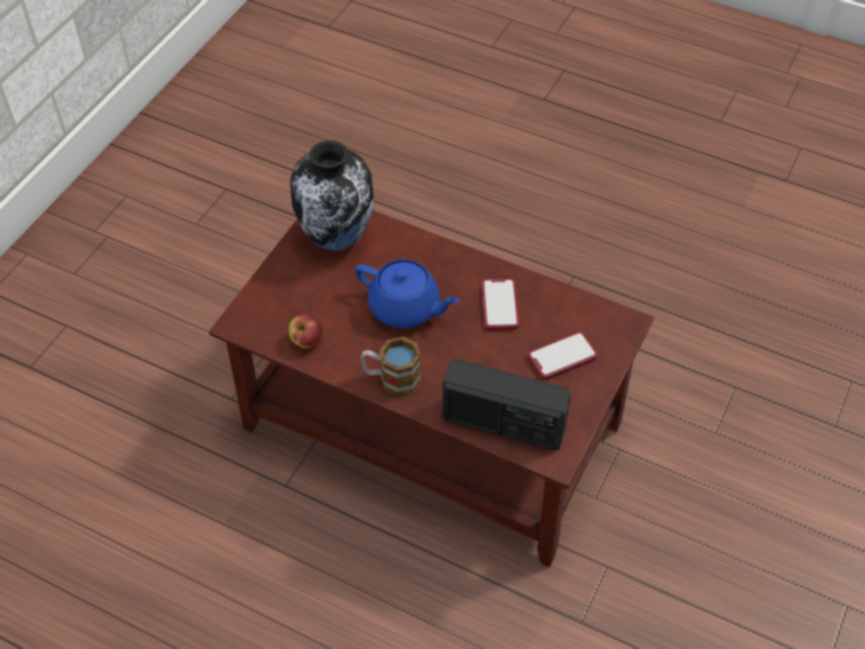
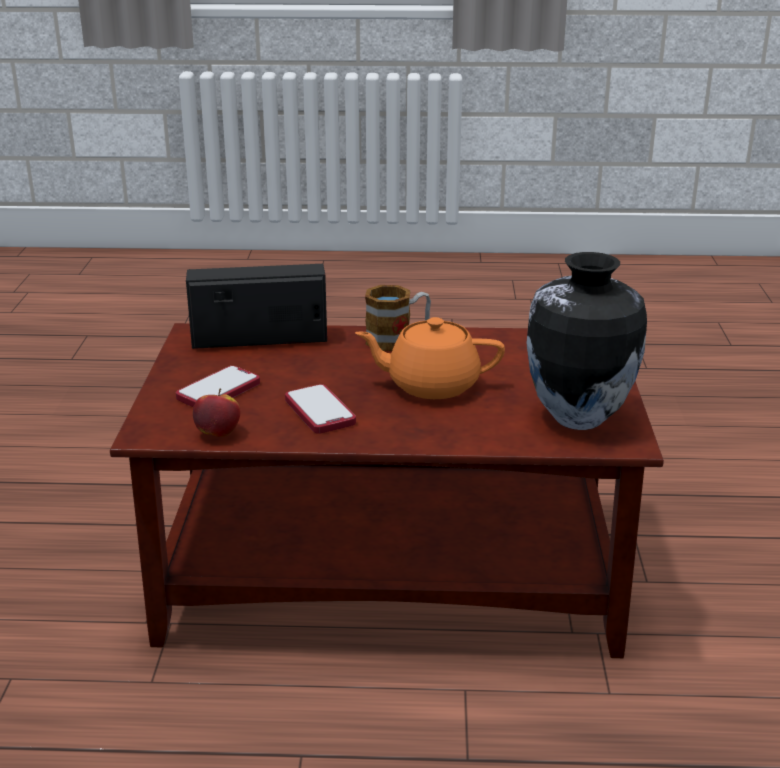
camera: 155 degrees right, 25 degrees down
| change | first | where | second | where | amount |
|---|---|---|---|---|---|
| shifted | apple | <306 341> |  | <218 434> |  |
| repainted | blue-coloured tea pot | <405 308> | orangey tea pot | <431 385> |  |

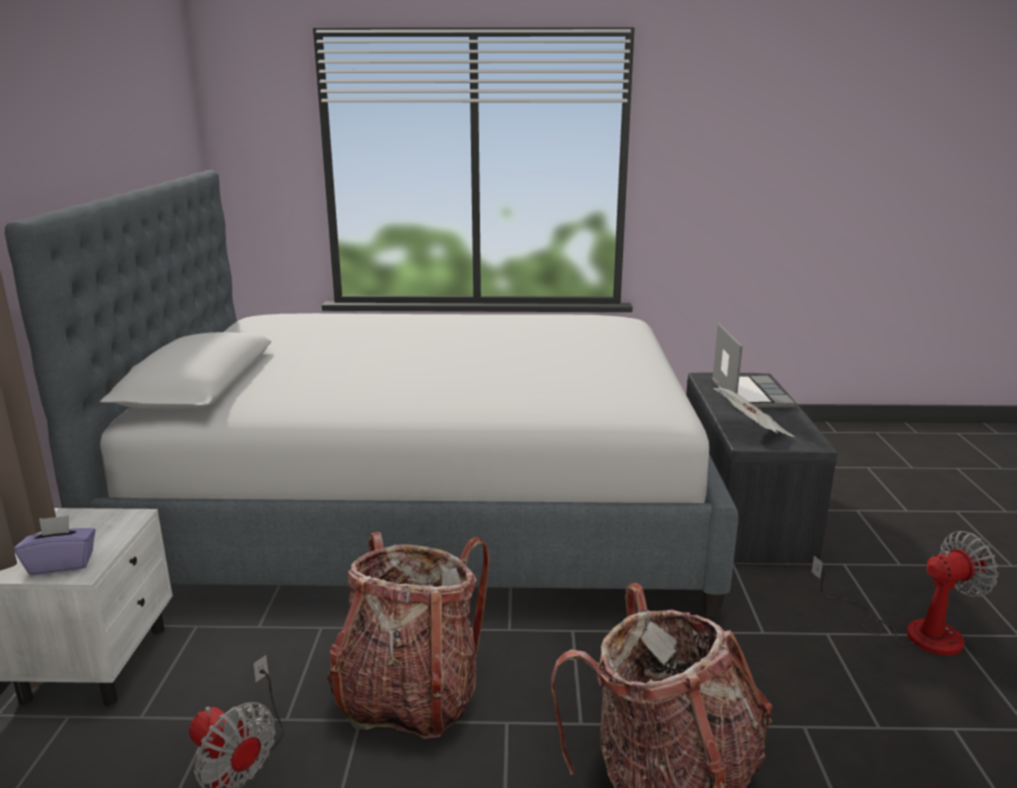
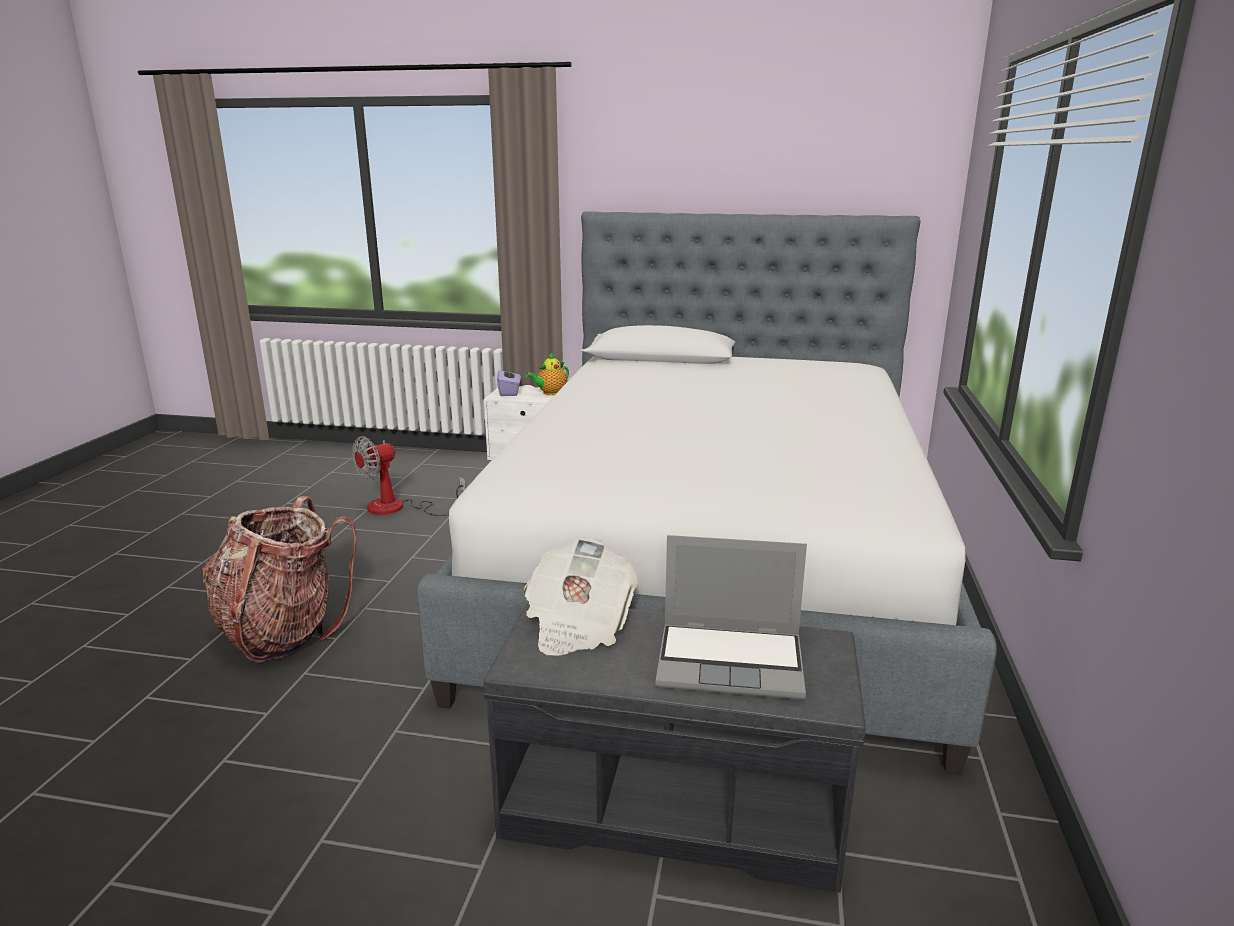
camera: 100 degrees right, 0 degrees up
| change | first | where | second | where | amount |
|---|---|---|---|---|---|
| gone | backpack | <409 696> |  |  |  |
| gone | electric fan | <912 631> |  |  |  |
| new |  |  | tea pot | <550 393> |  |

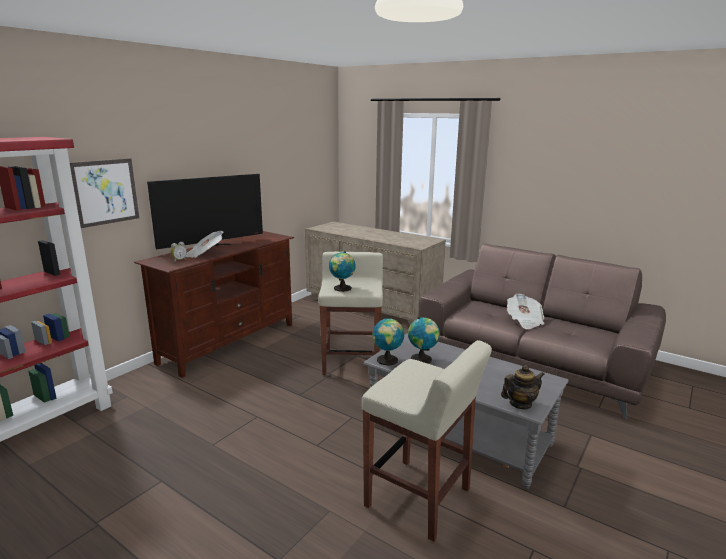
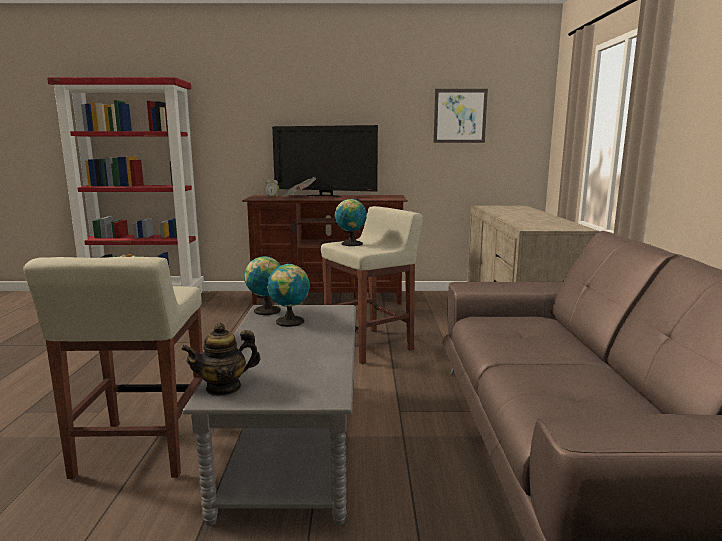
camera: 55 degrees right, 5 degrees down
| change | first | where | second | where | amount |
|---|---|---|---|---|---|
| gone | daily paper | <524 321> |  |  |  |
| shifted | wall picture | <105 192> |  | <460 116> |  |
| rotated | tea pot | <520 404> |  | <224 387> | 120 degrees clockwise |

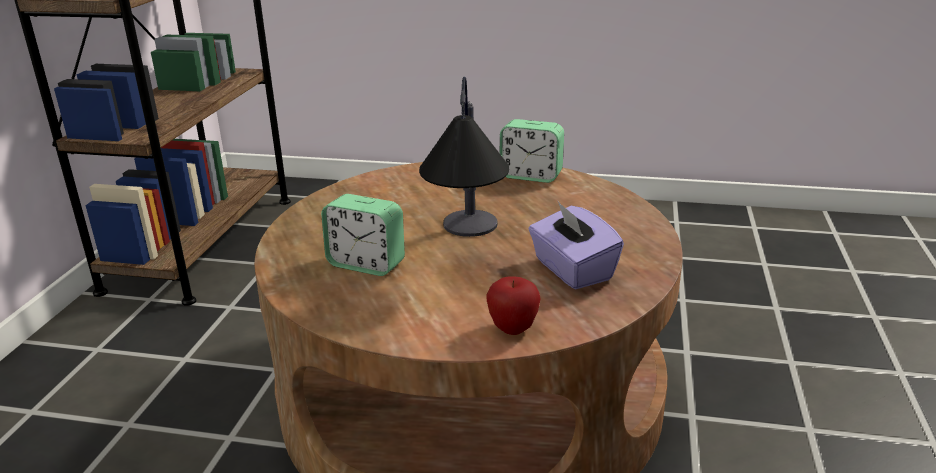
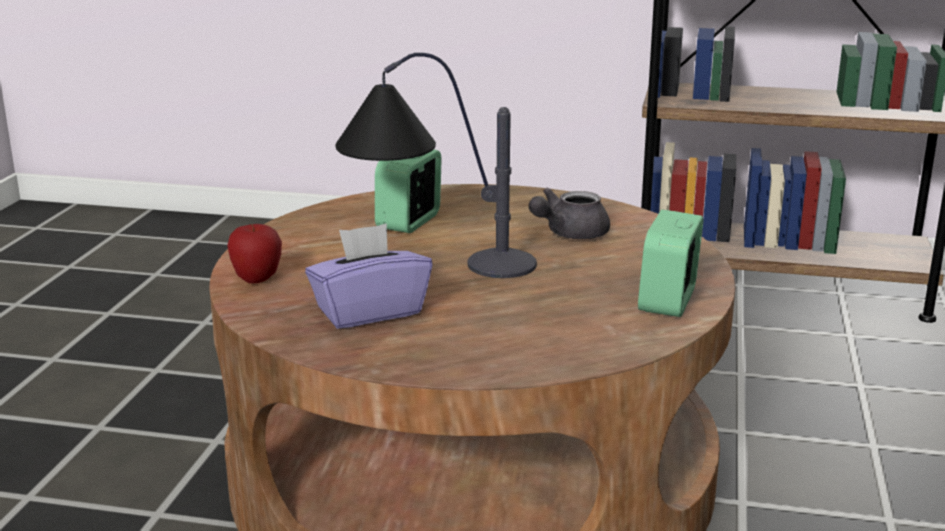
camera: 90 degrees right, 5 degrees down
| change | first | where | second | where | amount |
|---|---|---|---|---|---|
| new |  |  | greyish tea pot | <569 234> |  |

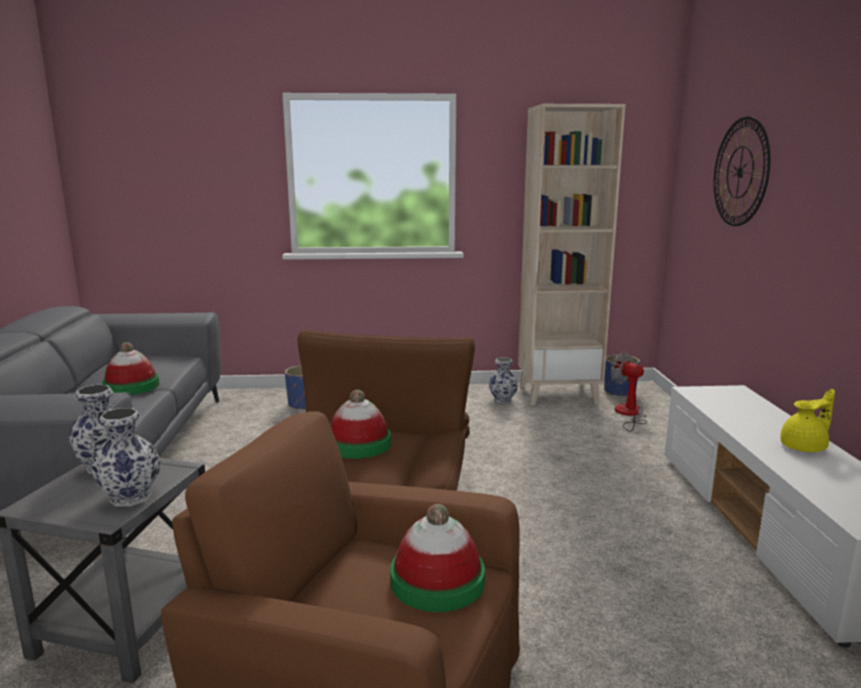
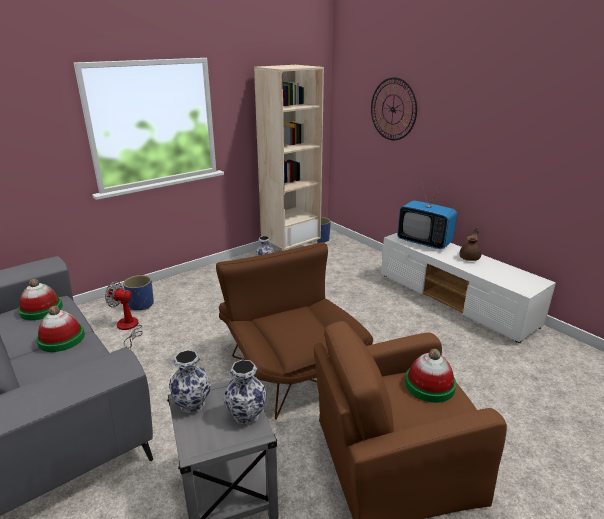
camera: 35 degrees left, 10 degrees up
| change | first | where | second | where | amount |
|---|---|---|---|---|---|
| new |  |  | TV set | <424 242> |  |
| shifted | wearable hat | <358 444> |  | <41 309> |  |
| shifted | electric fan | <629 414> |  | <128 328> |  |
| repainted | yellow tea pot | <805 447> | brown-coloured tea pot | <470 258> |  |

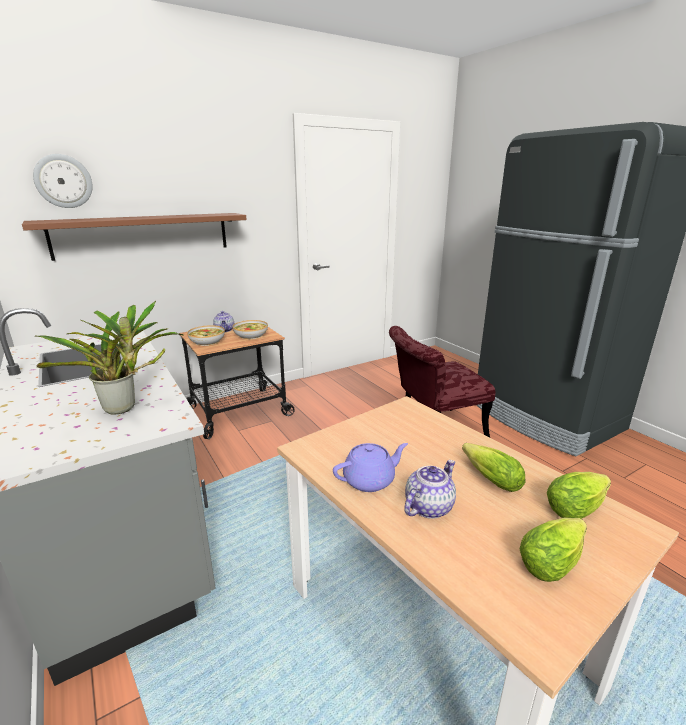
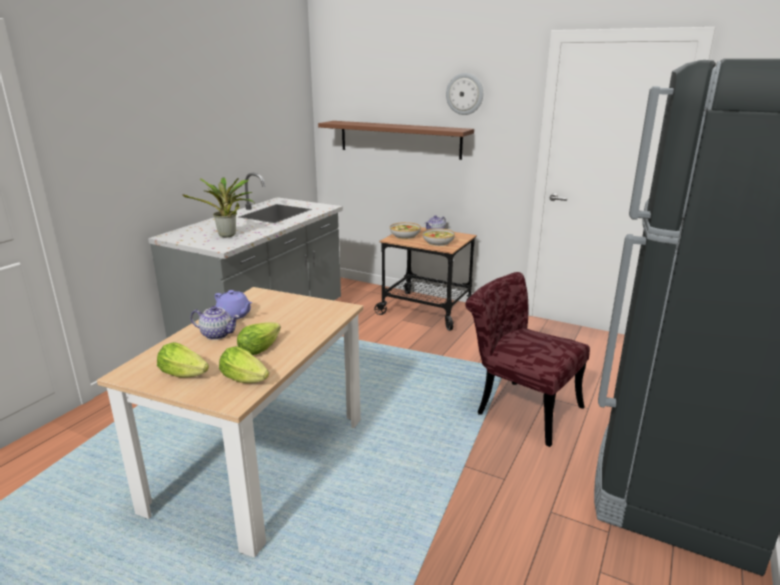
camera: 60 degrees right, 0 degrees up
| change | first | where | second | where | amount |
|---|---|---|---|---|---|
| shifted | hanging clock | <63 181> |  | <465 94> |  |

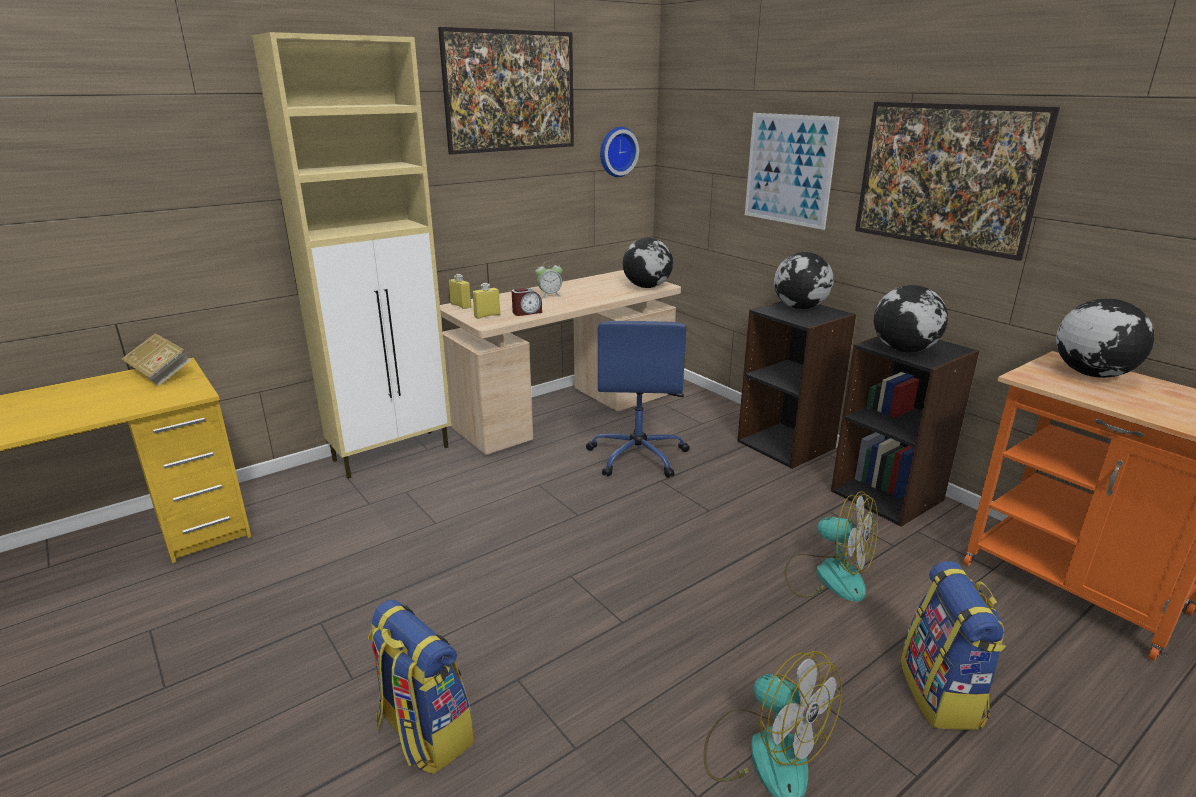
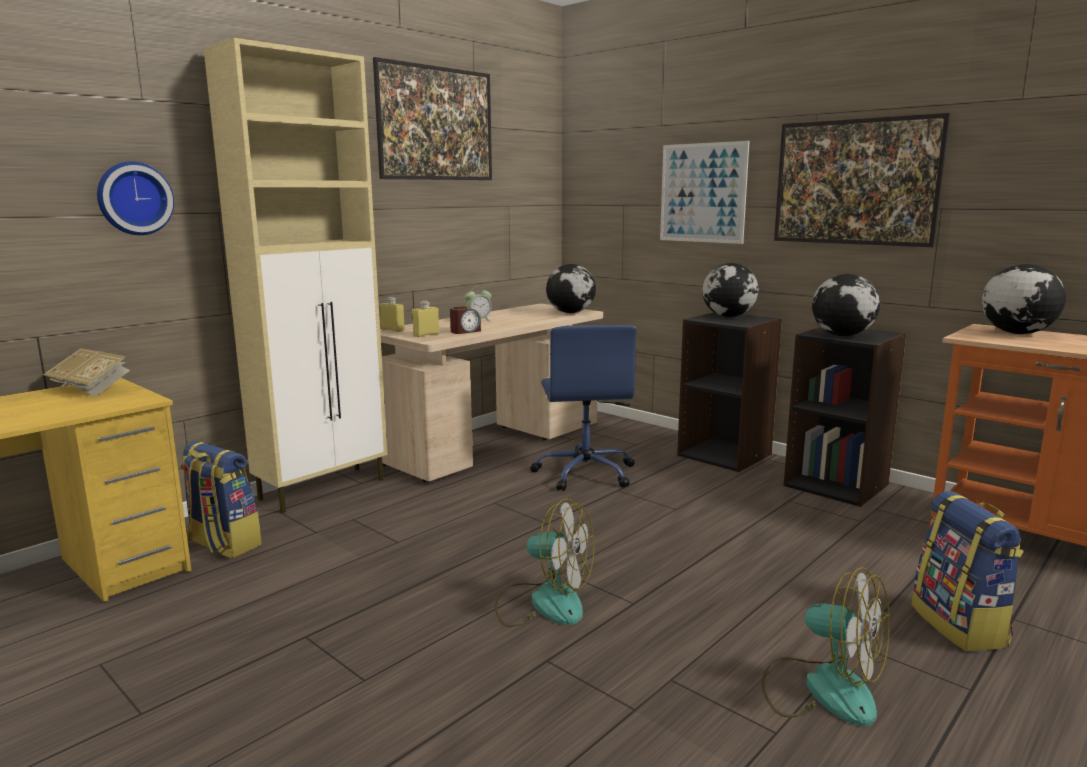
camera: 10 degrees left, 10 degrees down
| change | first | where | second | where | amount |
|---|---|---|---|---|---|
| shifted | backpack | <423 733> |  | <222 544> |  |
| shifted | hanging clock | <616 151> |  | <134 198> |  |
| shifted | electric fan | <827 576> |  | <543 603> |  |

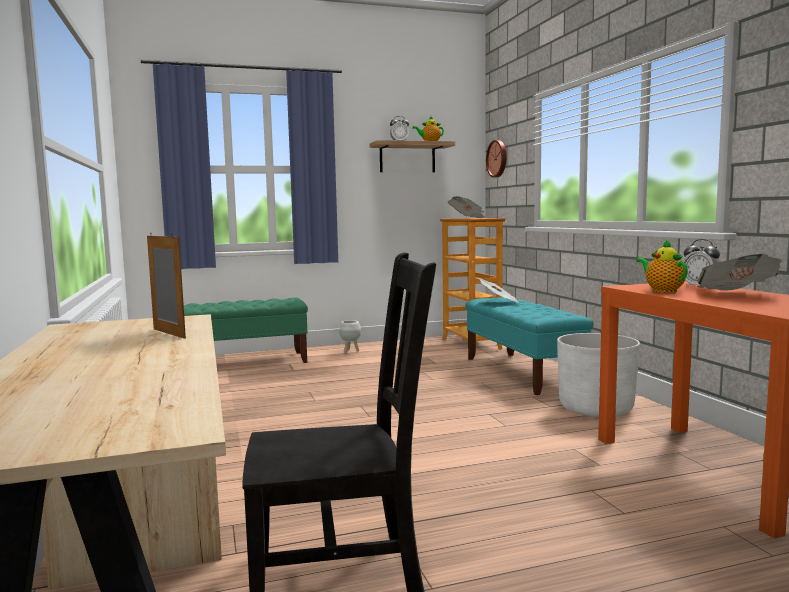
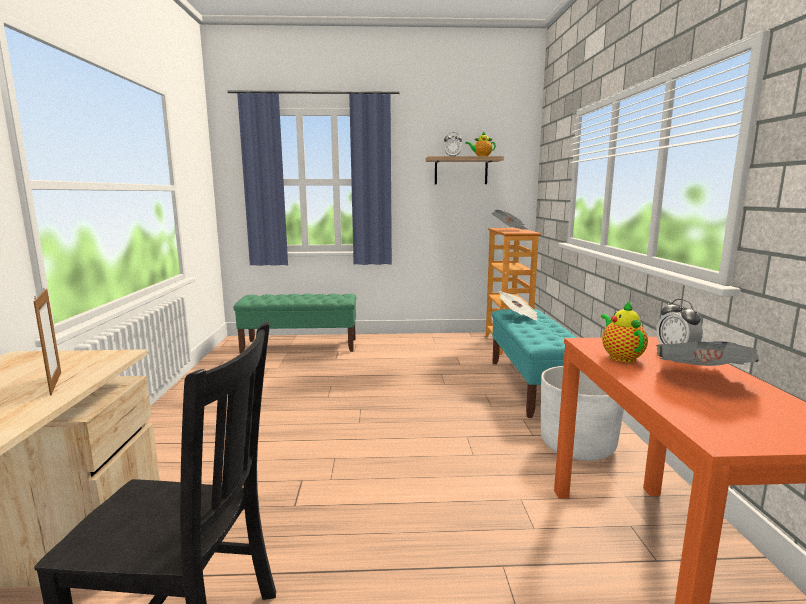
camera: 15 degrees right, 5 degrees up
| change | first | where | second | where | amount |
|---|---|---|---|---|---|
| gone | white-coloured plant pot | <350 351> |  |  |  |
| gone | hanging clock | <498 158> |  |  |  |

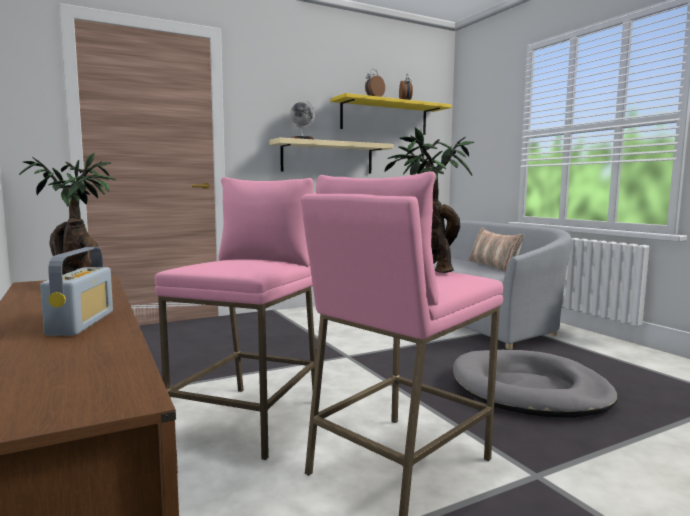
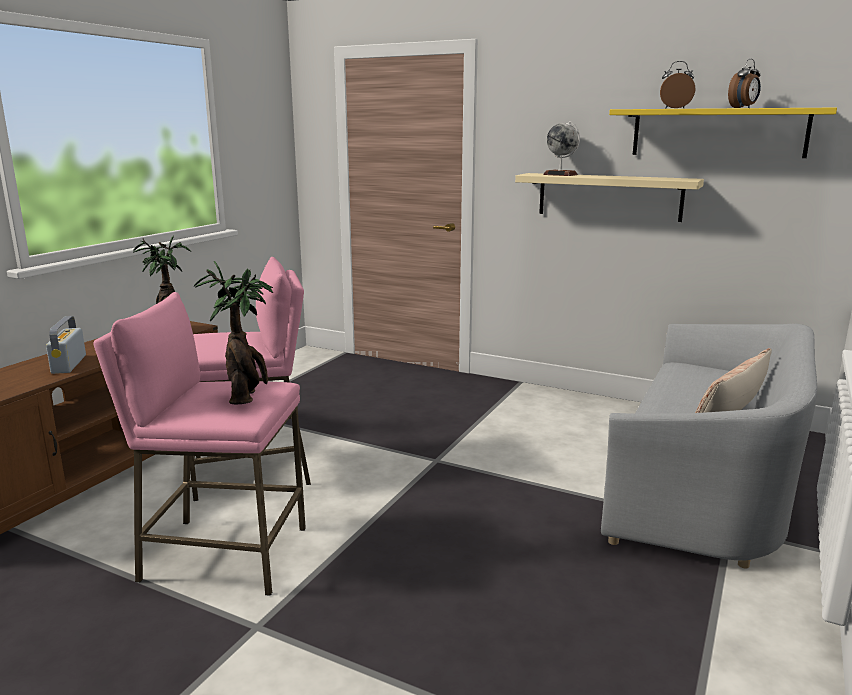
camera: 55 degrees right, 10 degrees up
| change | first | where | second | where | amount |
|---|---|---|---|---|---|
| gone | greyish dog bed | <529 390> |  |  |  |
| rotated | radio receiver | <81 323> |  | <69 364> | 120 degrees clockwise |

